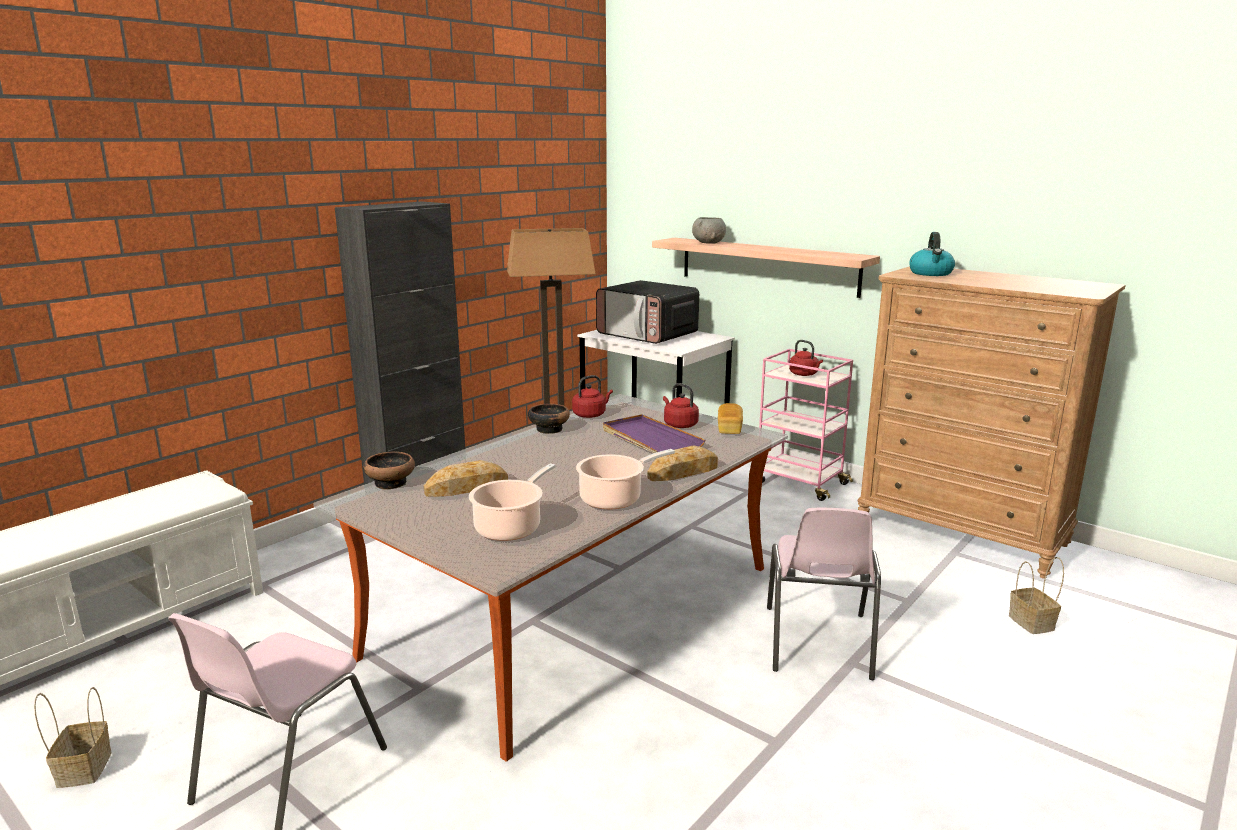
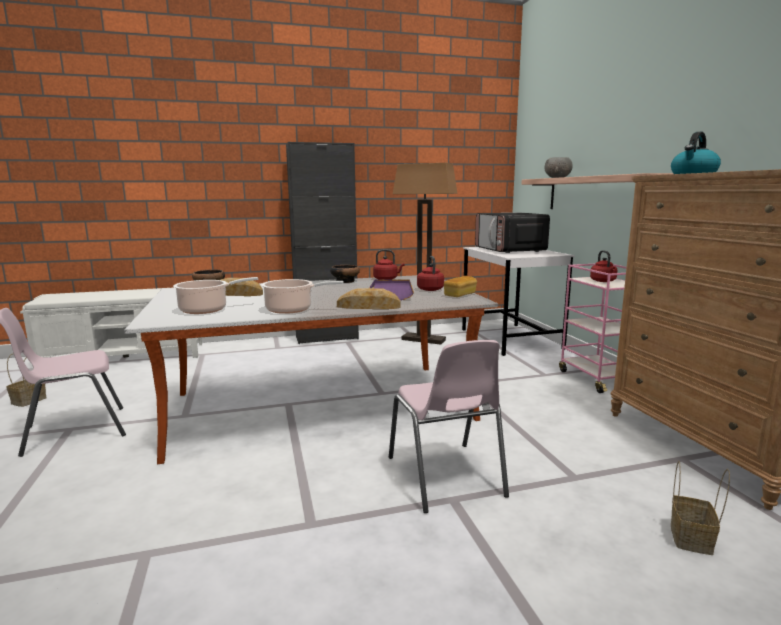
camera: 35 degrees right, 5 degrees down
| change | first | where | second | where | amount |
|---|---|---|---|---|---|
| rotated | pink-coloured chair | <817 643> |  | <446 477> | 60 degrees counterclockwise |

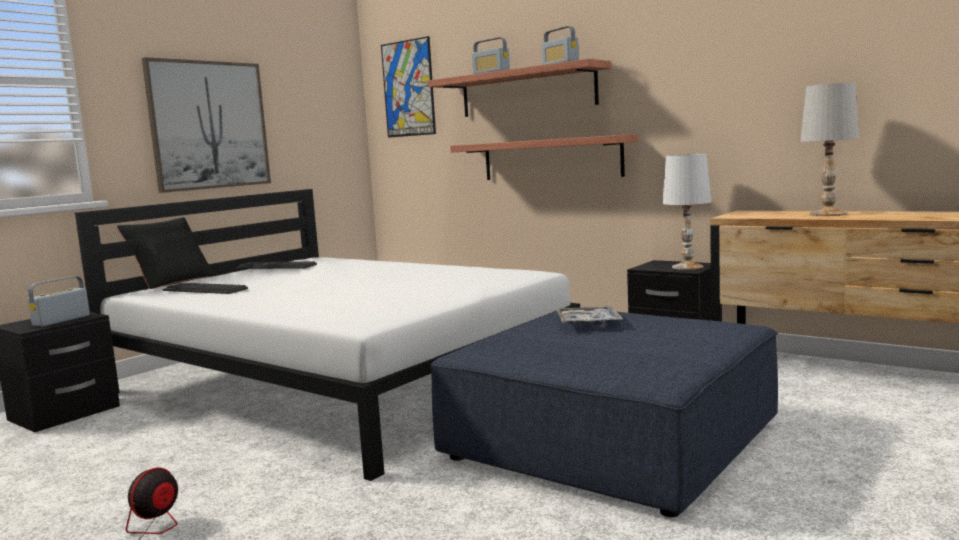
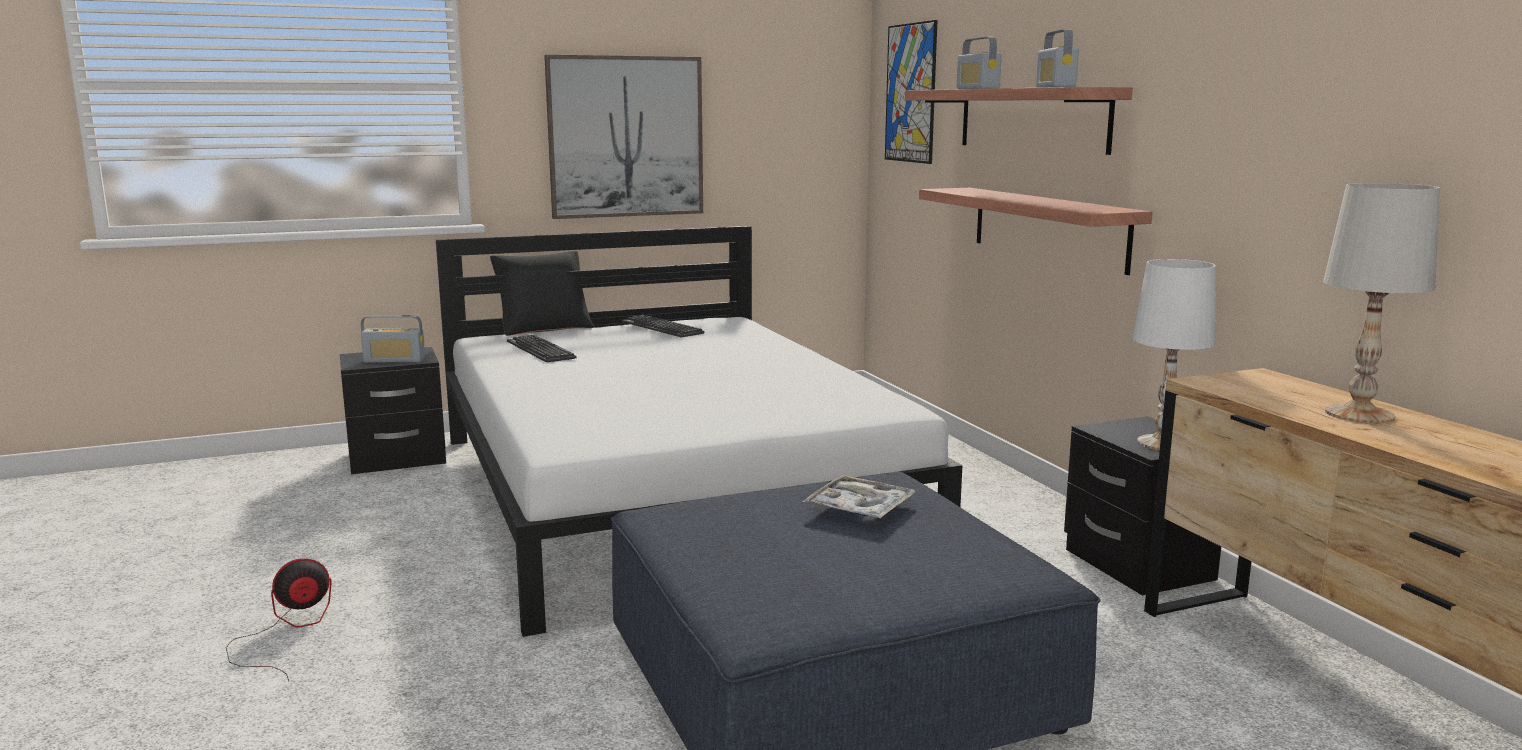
camera: 30 degrees right, 5 degrees up
| change | first | where | second | where | amount |
|---|---|---|---|---|---|
| rotated | radio receiver | <61 320> |  | <394 360> | 150 degrees counterclockwise |

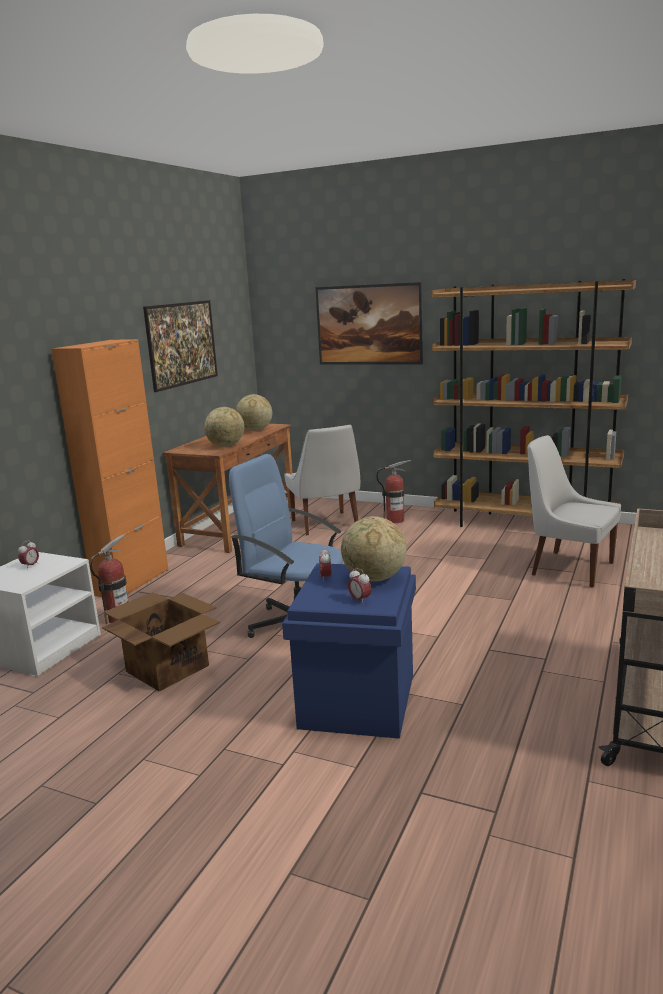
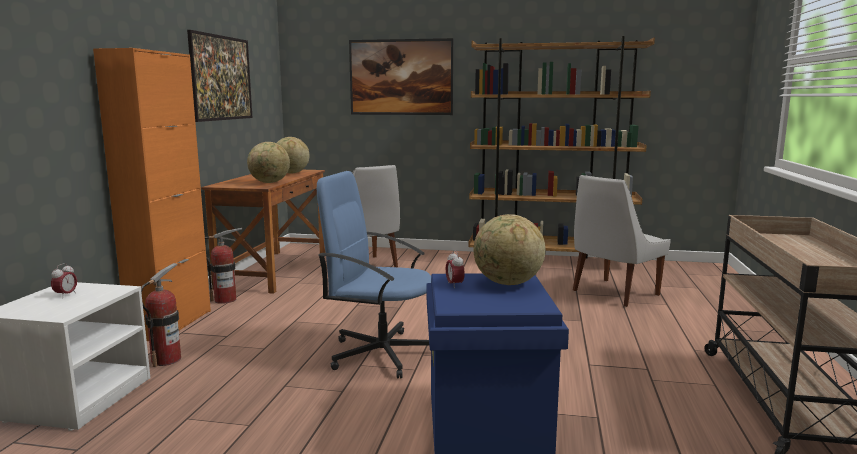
camera: 15 degrees left, 5 degrees down
| change | first | where | second | where | amount |
|---|---|---|---|---|---|
| gone | packing box | <167 668> |  |  |  |
| gone | alarm clock | <360 600> |  |  |  |
| shifted | fire-fighting cylinder | <395 520> |  | <225 300> |  |
| rotated | white-coloured chair | <568 568> |  | <613 293> | 60 degrees counterclockwise |

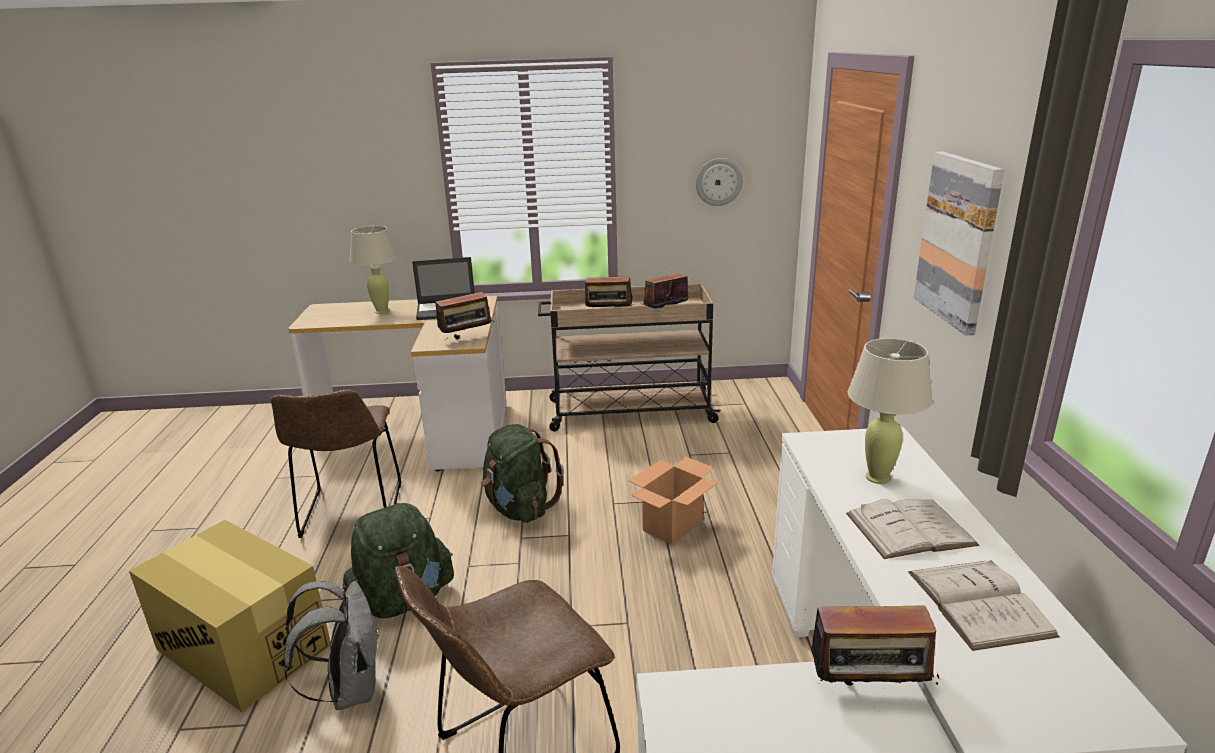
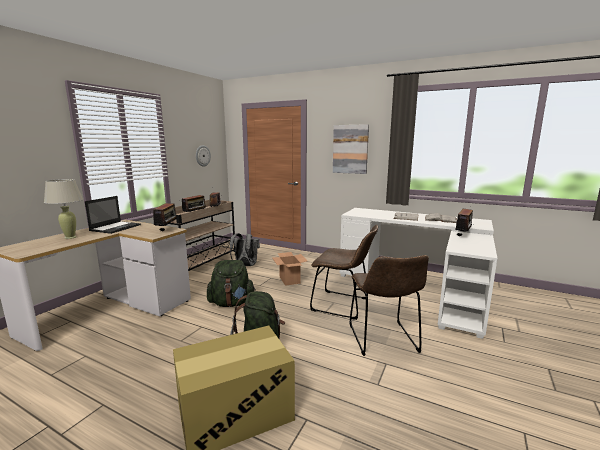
camera: 60 degrees left, 10 degrees down
| change | first | where | second | where | amount |
|---|---|---|---|---|---|
| gone | sand-coloured lamp for a table | <878 477> |  |  |  |
| shifted | brown-coloured chair | <351 513> |  | <343 305> |  |
| shifted | greyish backpack | <349 689> |  | <245 266> |  |

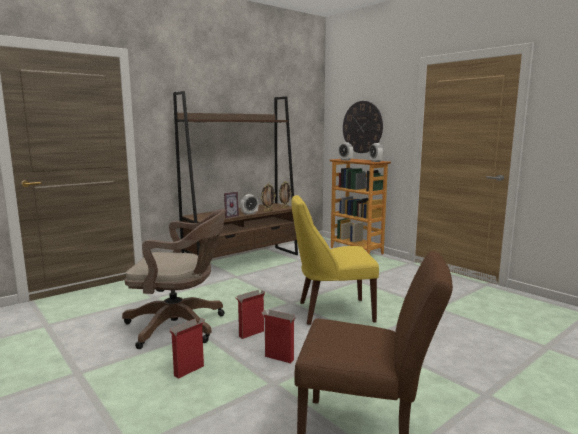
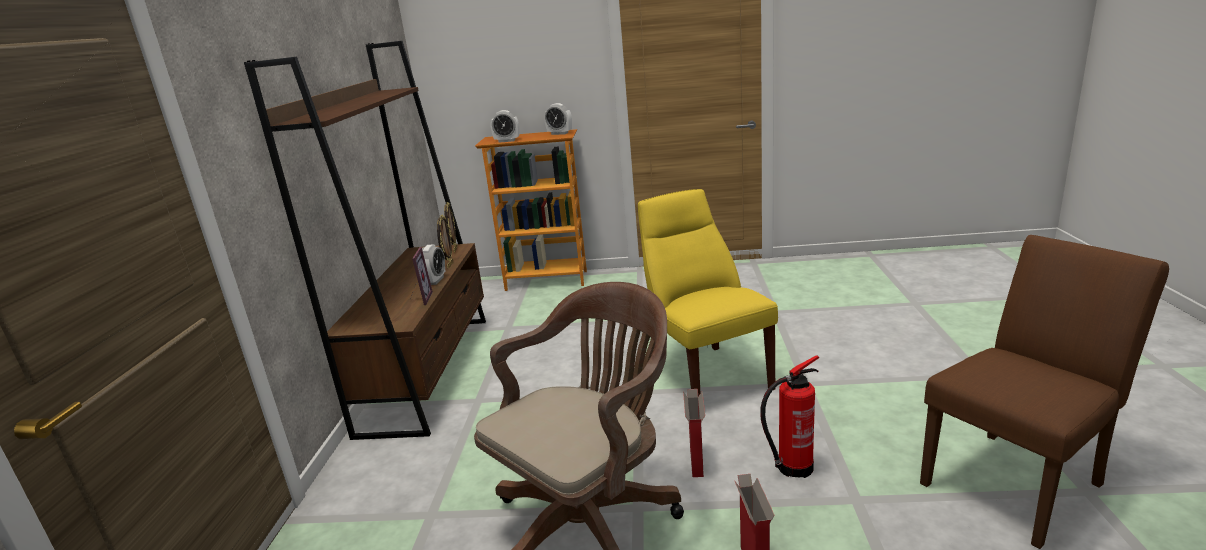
camera: 45 degrees left, 10 degrees up
| change | first | where | second | where | amount |
|---|---|---|---|---|---|
| gone | hanging clock | <362 127> |  |  |  |
| swapped | packing box | <278 358> | fire-fighting cylinder | <791 468> |  |
| rotated | yellow chair | <331 311> |  | <705 375> | 120 degrees clockwise |

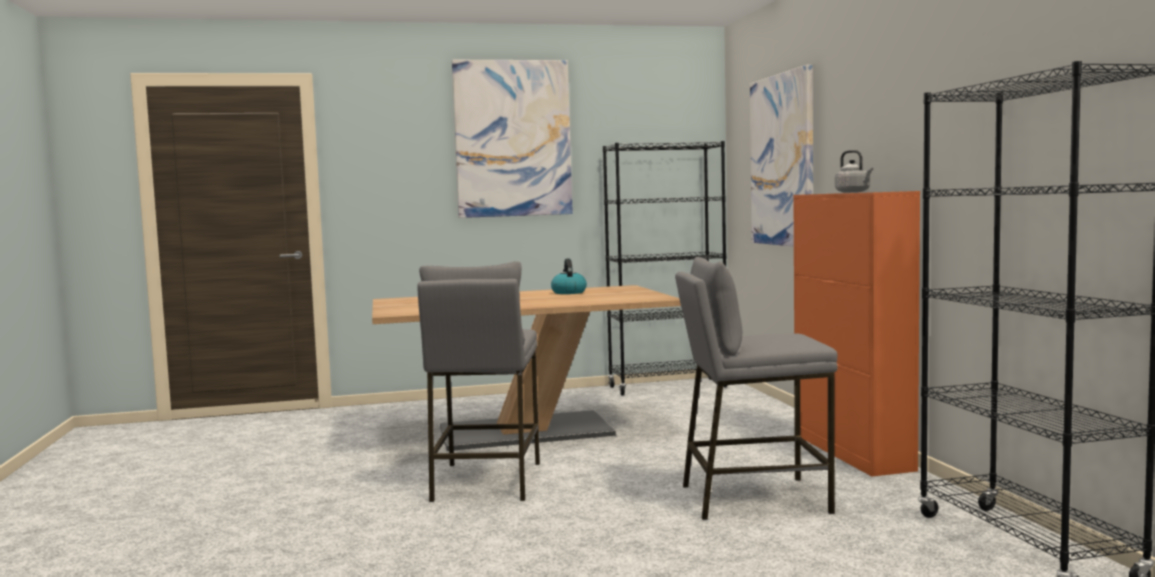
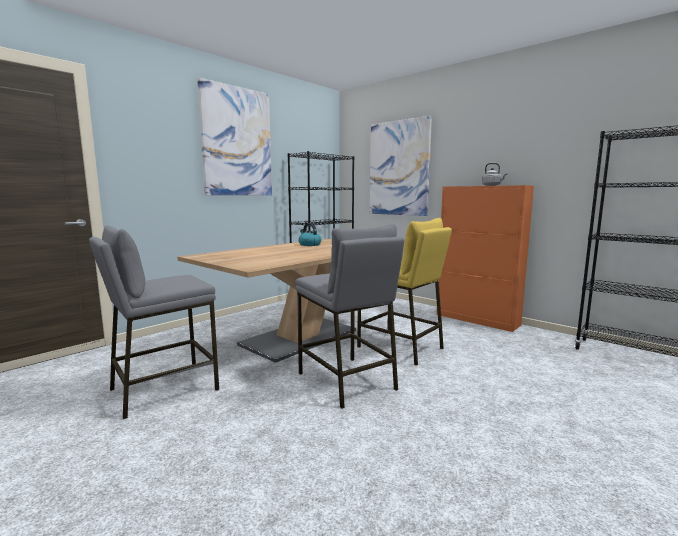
camera: 35 degrees left, 5 degrees up
| change | first | where | second | where | amount |
|---|---|---|---|---|---|
| new |  |  | yellow sitting stool | <400 347> |  |
| shifted | greyish sitting stool | <753 498> |  | <163 389> |  |

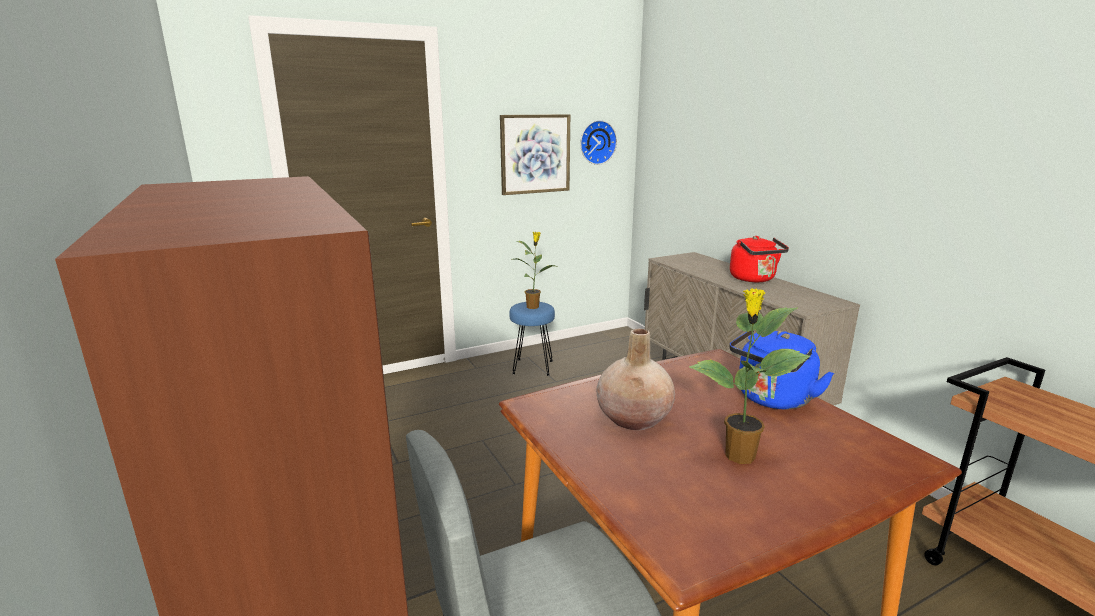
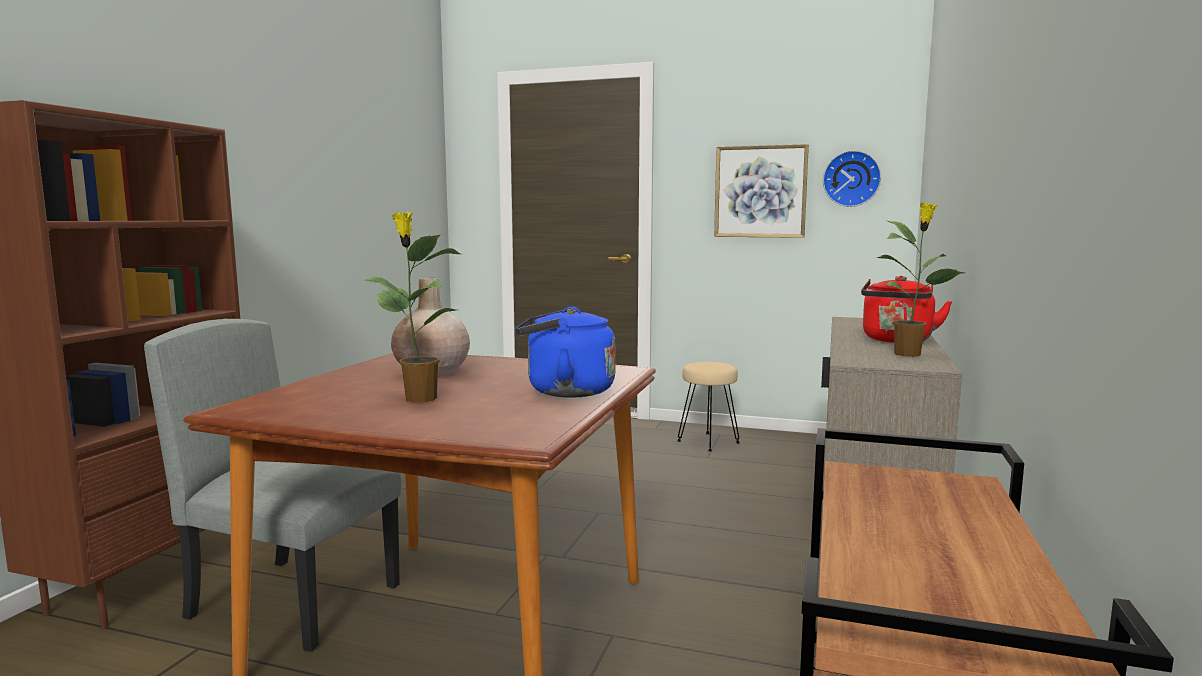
camera: 45 degrees right, 10 degrees down
| change | first | where | second | where | amount |
|---|---|---|---|---|---|
| shifted | potted plant | <533 306> |  | <909 354> |  |
| repainted | blue-coloured sitting stool | <532 367> | sand-coloured sitting stool | <708 442> |  |

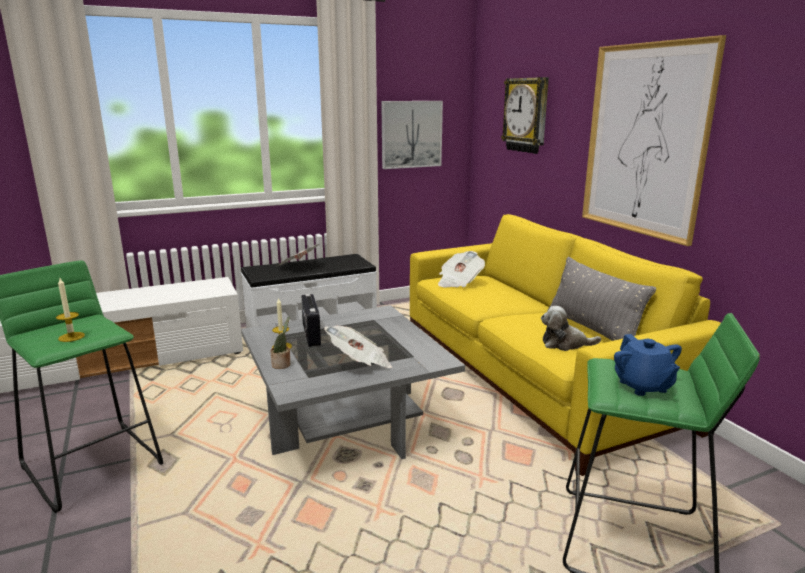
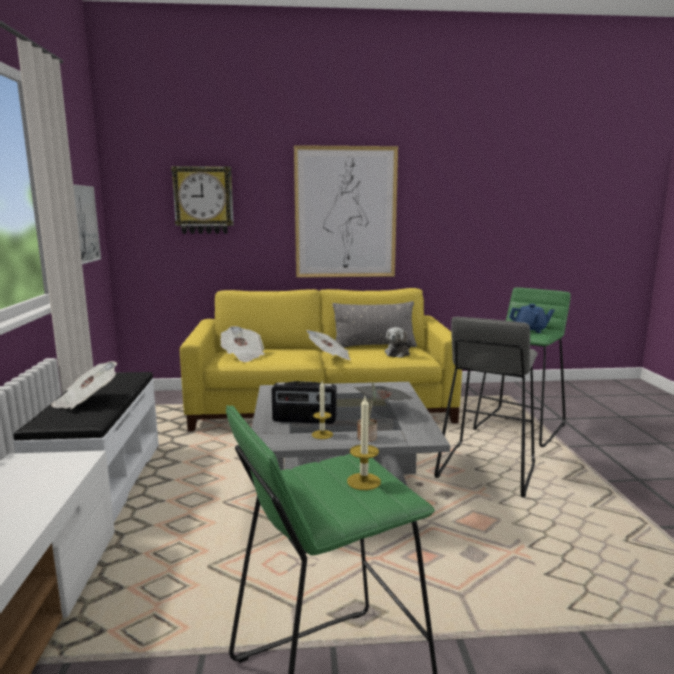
camera: 70 degrees left, 5 degrees down
| change | first | where | second | where | amount |
|---|---|---|---|---|---|
| new |  |  | daily paper | <329 357> |  |
| new |  |  | greyish sitting stool | <485 469> |  |

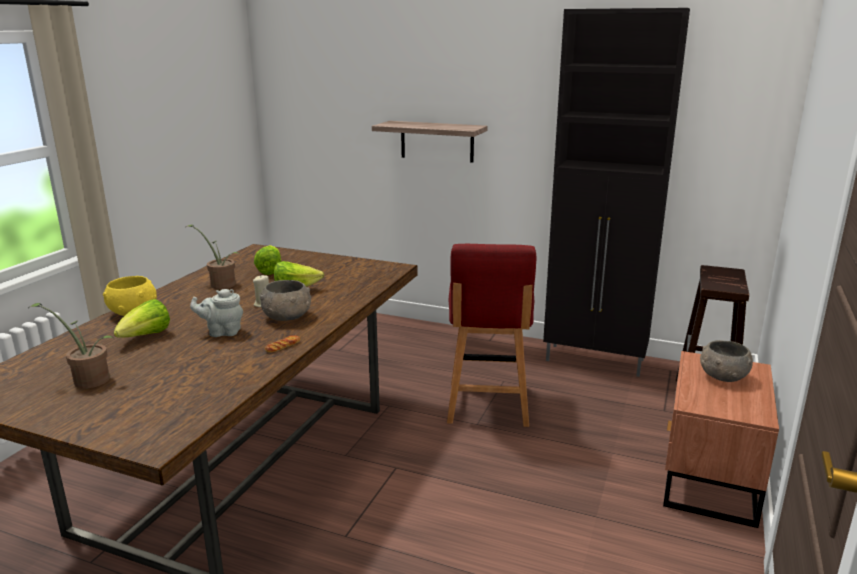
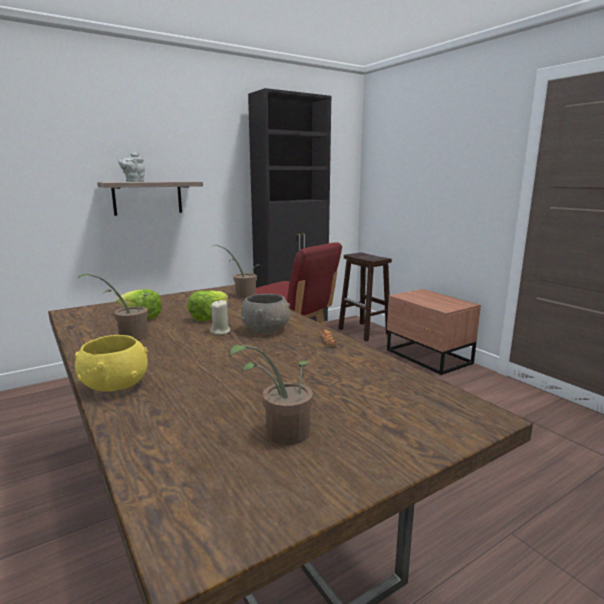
camera: 55 degrees left, 5 degrees down
| change | first | where | second | where | amount |
|---|---|---|---|---|---|
| gone | lettuce head | <146 337> |  |  |  |
| gone | greyish bowl | <722 376> |  |  |  |
| new |  |  | potted plant | <242 295> |  |
| shifted | greyish tea pot | <222 332> |  | <134 181> |  |

